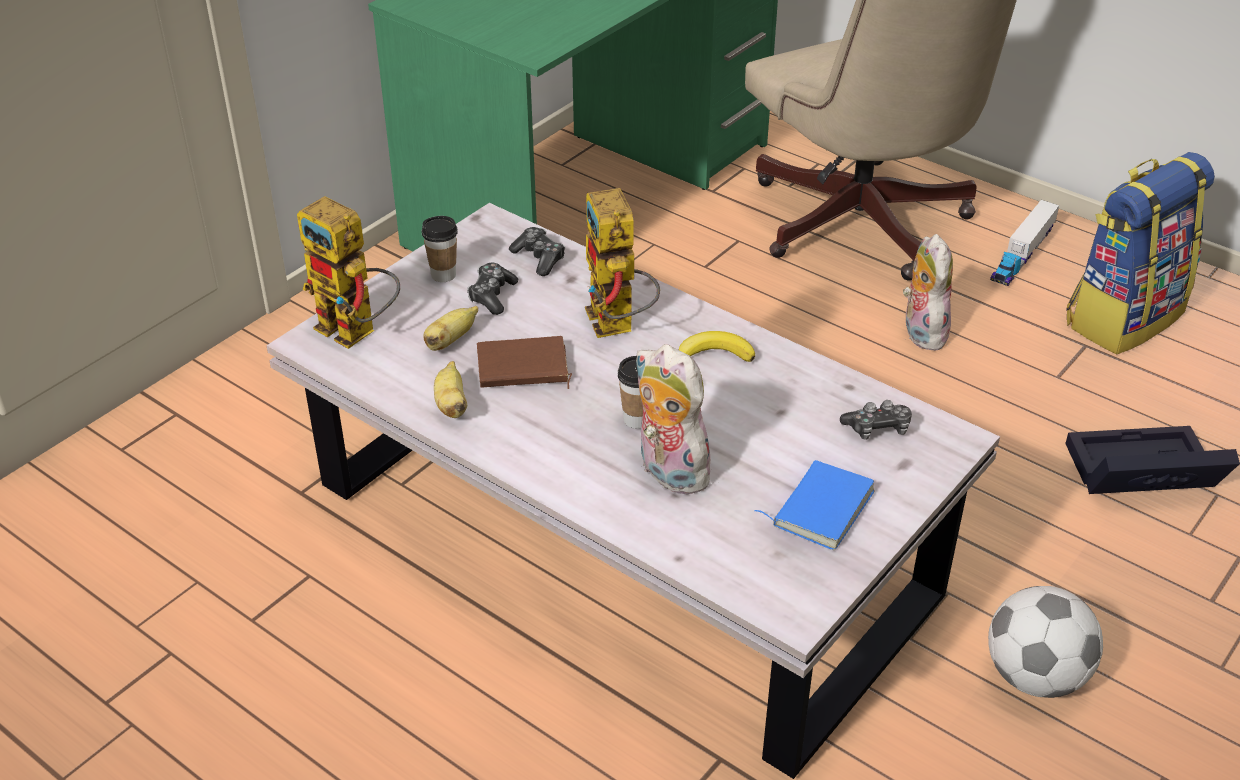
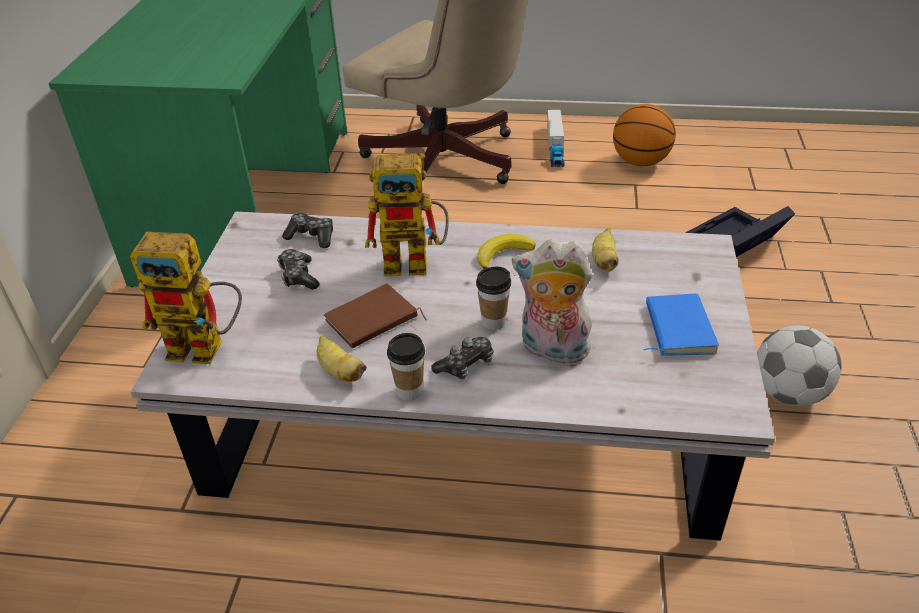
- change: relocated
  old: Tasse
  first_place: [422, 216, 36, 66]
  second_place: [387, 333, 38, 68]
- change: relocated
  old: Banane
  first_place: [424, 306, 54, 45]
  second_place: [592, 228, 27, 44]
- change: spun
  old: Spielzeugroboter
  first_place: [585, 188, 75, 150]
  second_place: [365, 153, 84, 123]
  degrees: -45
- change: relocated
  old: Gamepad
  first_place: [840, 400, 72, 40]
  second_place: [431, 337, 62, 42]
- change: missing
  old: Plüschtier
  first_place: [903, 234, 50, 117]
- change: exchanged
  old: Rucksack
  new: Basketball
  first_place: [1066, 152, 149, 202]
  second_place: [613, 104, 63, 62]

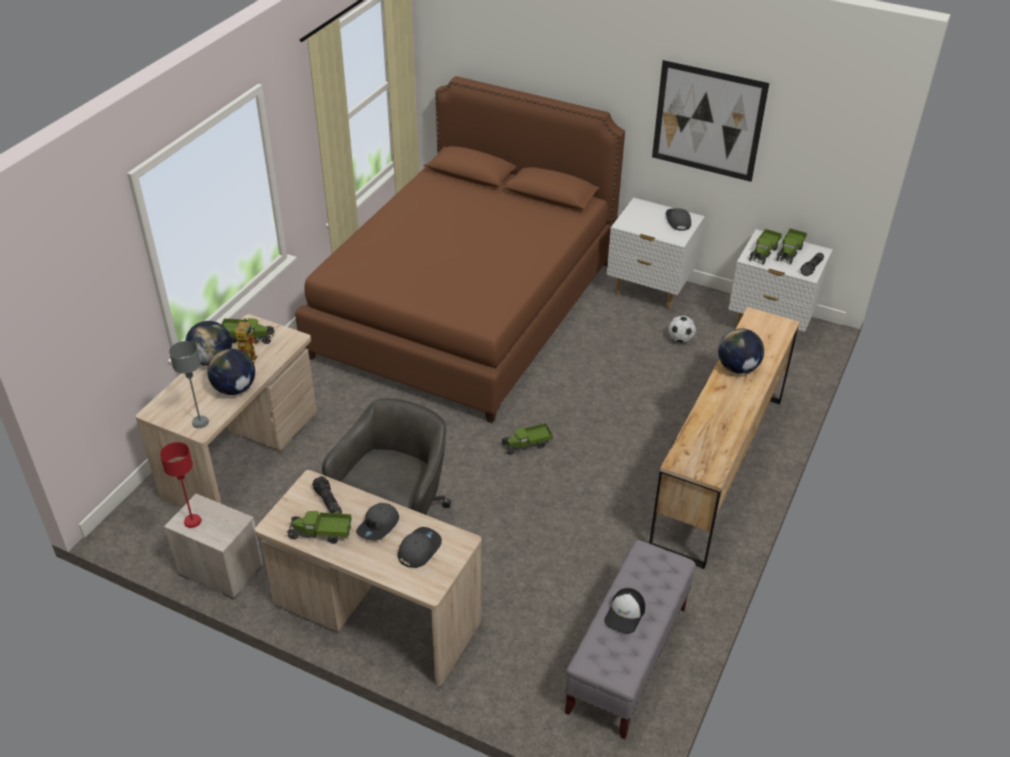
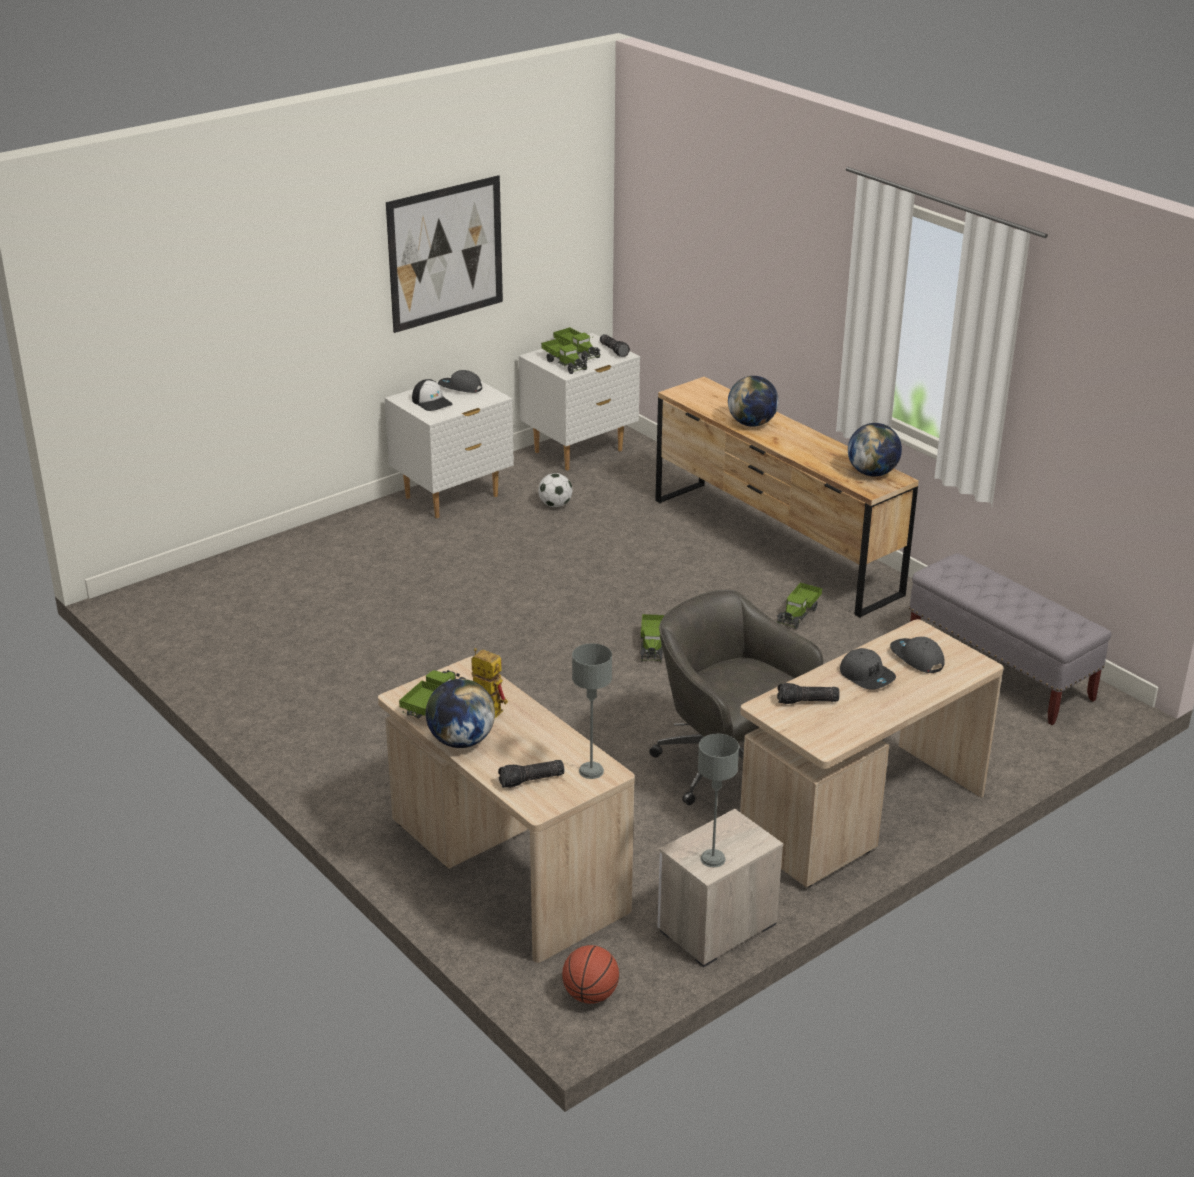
- change: colour
  old: Tischlampe/rot
  new: Tischlampe/grau
  first_place: [160, 442, 42, 86]
  second_place: [698, 734, 41, 133]
- change: relocated
  old: Globus
  first_place: [207, 349, 48, 46]
  second_place: [848, 423, 54, 53]
- change: relocated
  old: Spielzeuglaster
  first_place: [287, 511, 65, 33]
  second_place: [777, 582, 45, 47]
- change: missing
  old: Bett/braun
  first_place: [295, 76, 330, 347]
- change: relocated
  old: Kappe
  first_place: [604, 588, 41, 46]
  second_place: [412, 379, 41, 32]
- change: appeared
  new: Taschenlampe
  second_place: [498, 760, 66, 28]
- change: appeared
  new: Basketball
  second_place: [562, 945, 57, 59]

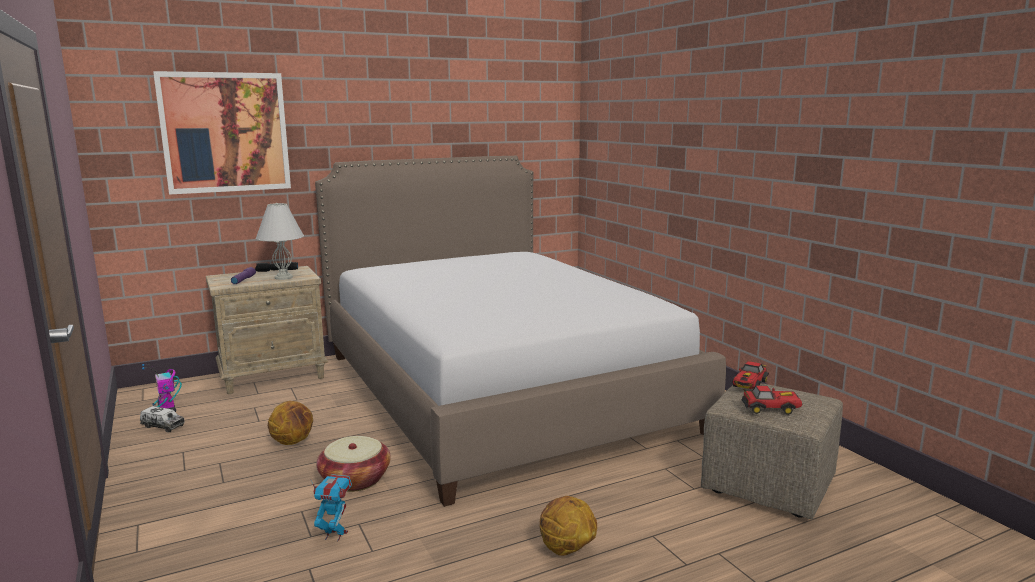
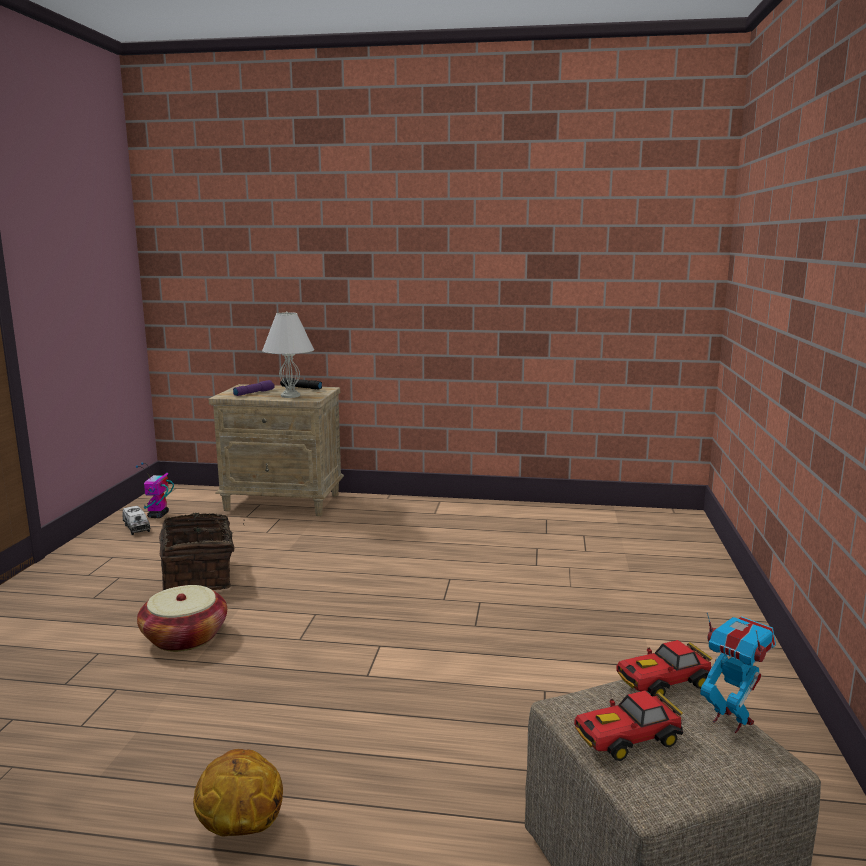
- change: missing
  old: Bild
  first_place: [153, 71, 138, 124]
- change: exchanged
  old: Basketball
  new: Korb
  first_place: [268, 401, 45, 44]
  second_place: [159, 513, 85, 77]
- change: relocated
  old: Spielzeugroboter
  first_place: [310, 474, 42, 67]
  second_place: [700, 612, 76, 121]
- change: missing
  old: Bett
  first_place: [315, 156, 411, 351]
- change: spun
  old: Spielzeugauto
  first_place: [742, 386, 61, 29]
  second_place: [574, 690, 109, 71]
  degrees: 120

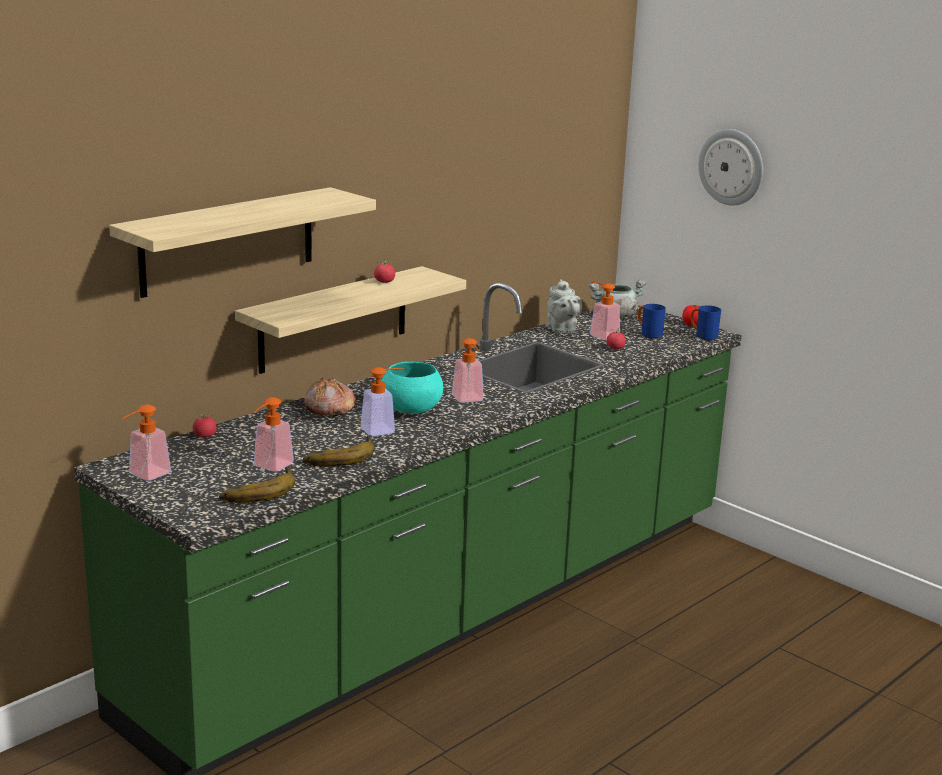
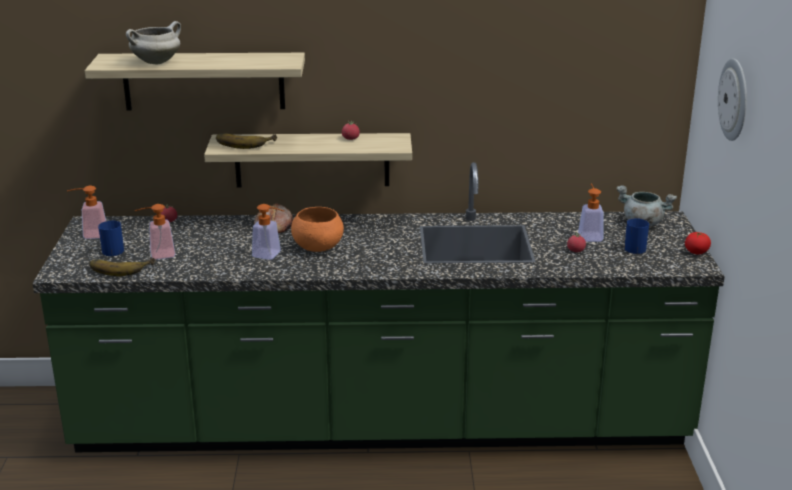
- change: relocated
  old: Banane
  first_place: [303, 435, 72, 31]
  second_place: [216, 133, 61, 16]
- change: colour
  old: Schüssel/türkis
  new: Schüssel/orange
  first_place: [381, 362, 62, 52]
  second_place: [291, 207, 53, 45]
- change: missing
  old: Seifenspender
  first_place: [452, 338, 32, 65]
- change: missing
  old: Teekanne/grau
  first_place: [547, 279, 35, 55]
- change: relocated
  old: Henkelbecher/blau
  first_place: [690, 306, 31, 34]
  second_place: [98, 221, 26, 35]
- change: appeared
  new: Kochtopf/weiß
  second_place: [126, 21, 55, 43]

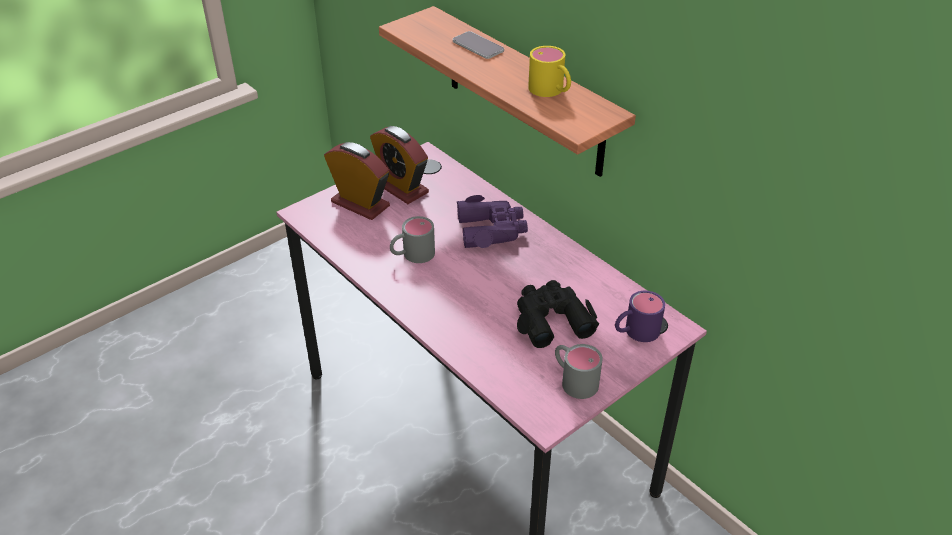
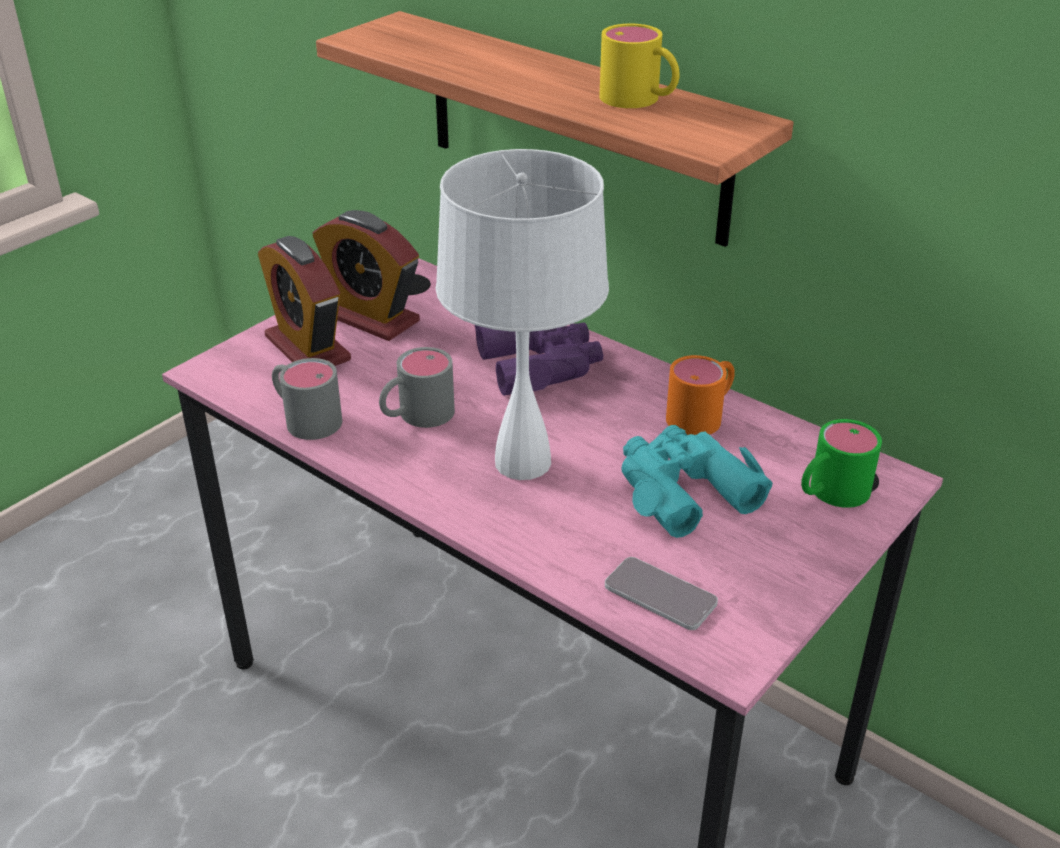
- change: spun
  old: Wecker
  first_place: [324, 142, 66, 78]
  second_place: [258, 236, 93, 130]
  degrees: -150
- change: relocated
  old: Handy
  first_place: [453, 31, 51, 28]
  second_place: [605, 557, 113, 73]
- change: colour
  old: Fernglas/schwarz
  new: Fernglas/türkis
  first_place: [517, 280, 82, 68]
  second_place: [621, 425, 152, 113]
- change: relocated
  old: Henkelbecher/grau
  first_place: [555, 344, 48, 55]
  second_place: [272, 358, 70, 82]
- change: colour
  old: Henkelbecher/lila
  new: Henkelbecher/grün
  first_place: [615, 291, 50, 51]
  second_place: [801, 419, 81, 89]
- change: appeared
  new: Tischlampe/weiß
  second_place: [436, 149, 173, 331]
- change: appeared
  new: Henkelbecher/orange
  second_place: [666, 355, 69, 80]

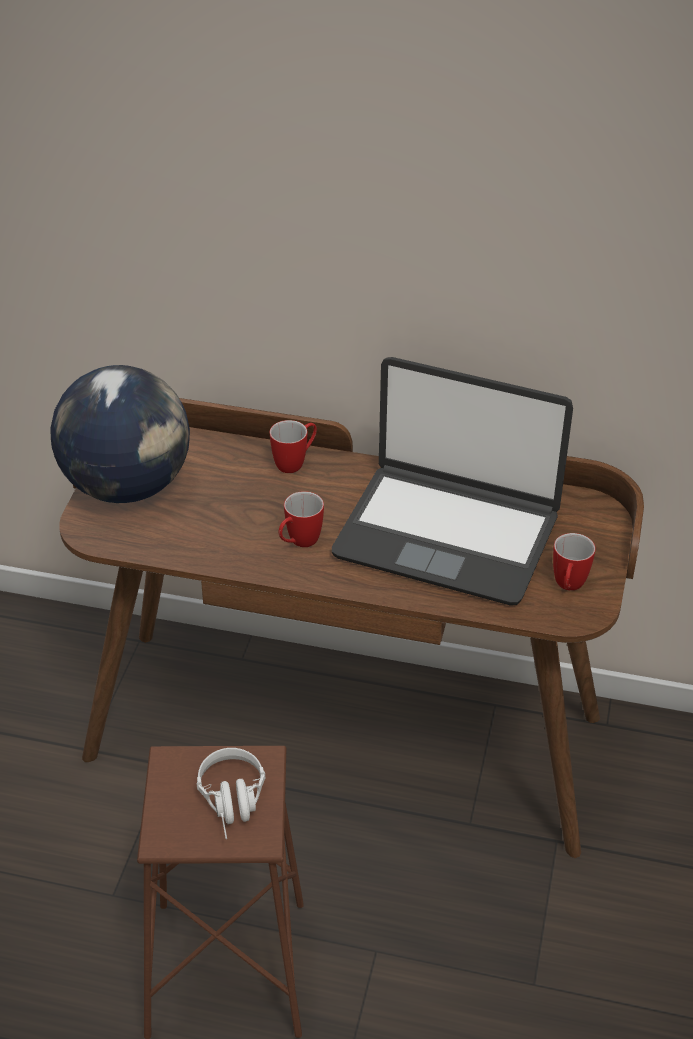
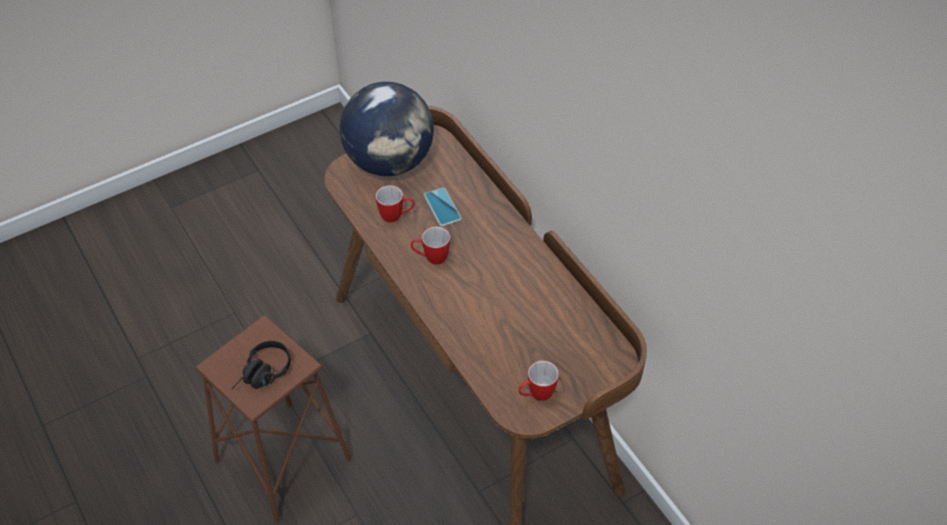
- change: colour
  old: Kopfhörer/weiß
  new: Kopfhörer/schwarz
  first_place: [196, 748, 69, 91]
  second_place: [232, 341, 59, 48]
- change: relocated
  old: Henkelbecher
  first_place: [270, 420, 47, 53]
  second_place: [376, 185, 39, 38]
- change: missing
  old: Laptop
  first_place: [332, 357, 241, 248]
- change: appeared
  new: Handy
  second_place: [424, 188, 38, 38]

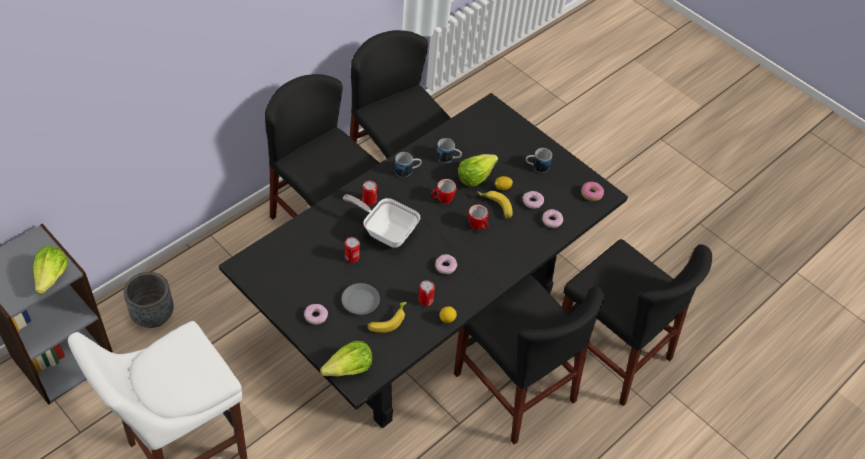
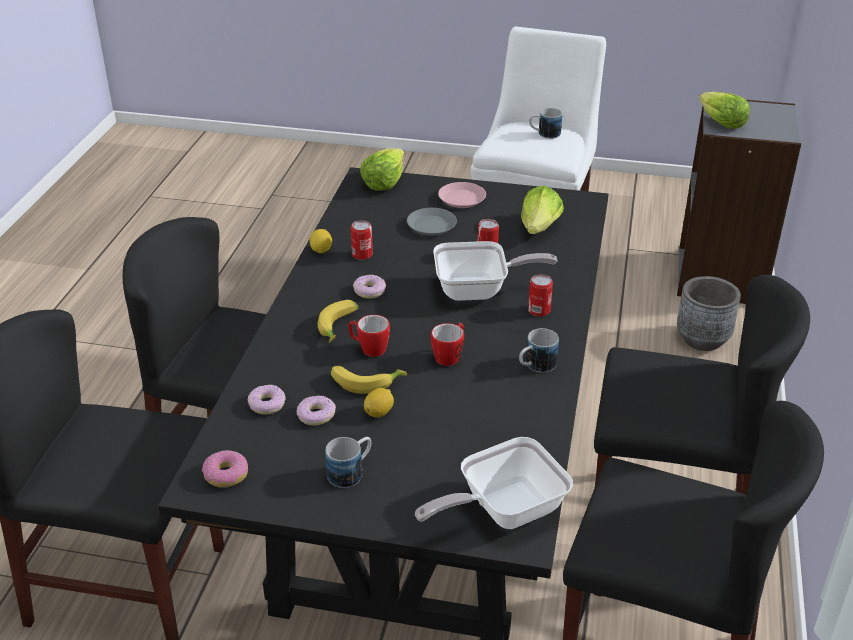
- change: exchanged
  old: Donut
  new: Teller/rosa
  first_place: [304, 304, 24, 21]
  second_place: [438, 182, 48, 26]
- change: relocated
  old: Banane
  first_place: [367, 302, 40, 31]
  second_place: [318, 300, 41, 43]
- change: relocated
  old: Henkelbecher
  first_place: [436, 138, 26, 25]
  second_place: [529, 108, 33, 31]
- change: relocated
  old: Salatkopf
  first_place: [458, 154, 40, 33]
  second_place: [521, 185, 43, 49]
- change: appeared
  new: Pfanne
  second_place: [415, 437, 158, 92]

